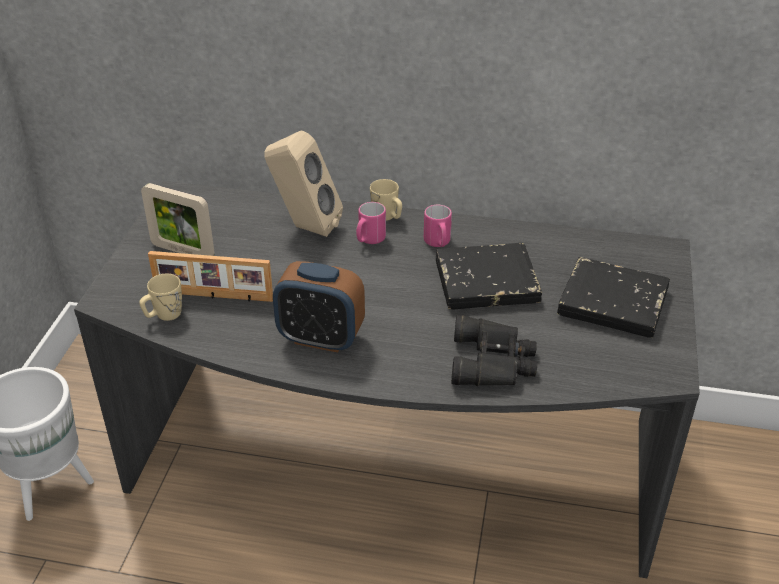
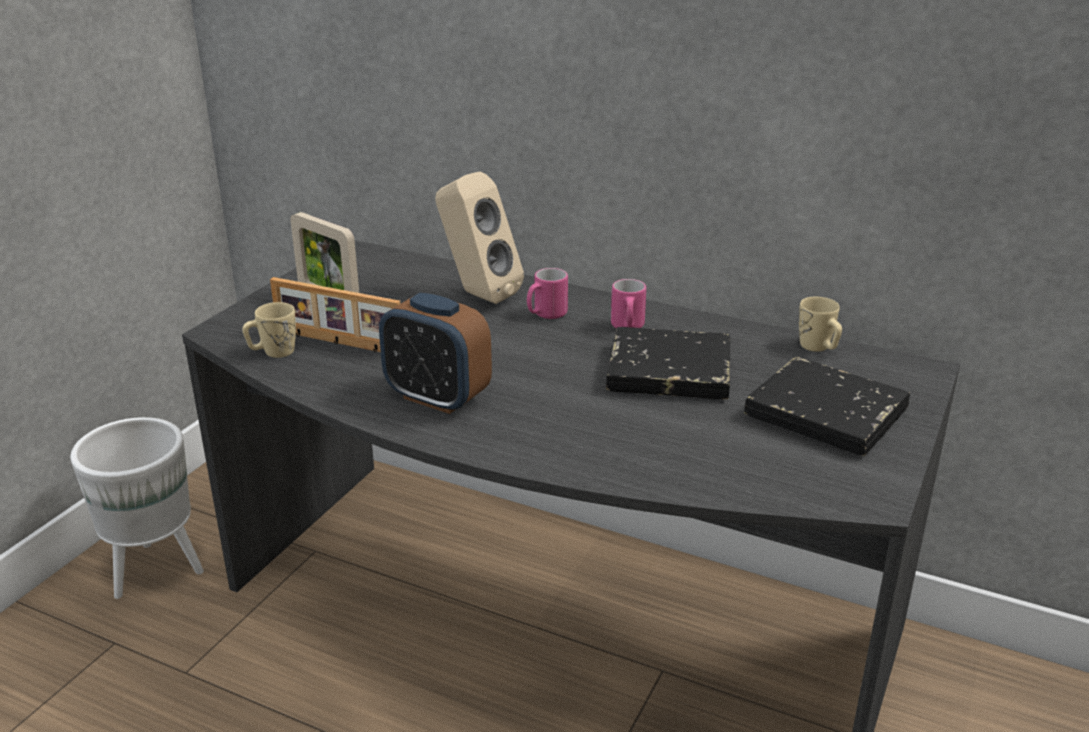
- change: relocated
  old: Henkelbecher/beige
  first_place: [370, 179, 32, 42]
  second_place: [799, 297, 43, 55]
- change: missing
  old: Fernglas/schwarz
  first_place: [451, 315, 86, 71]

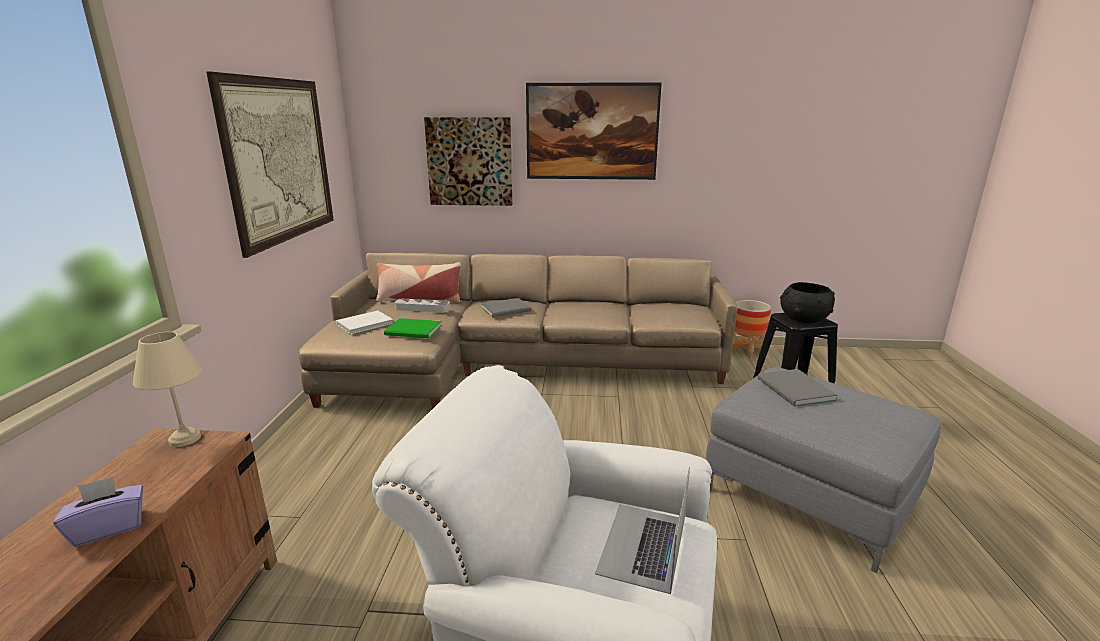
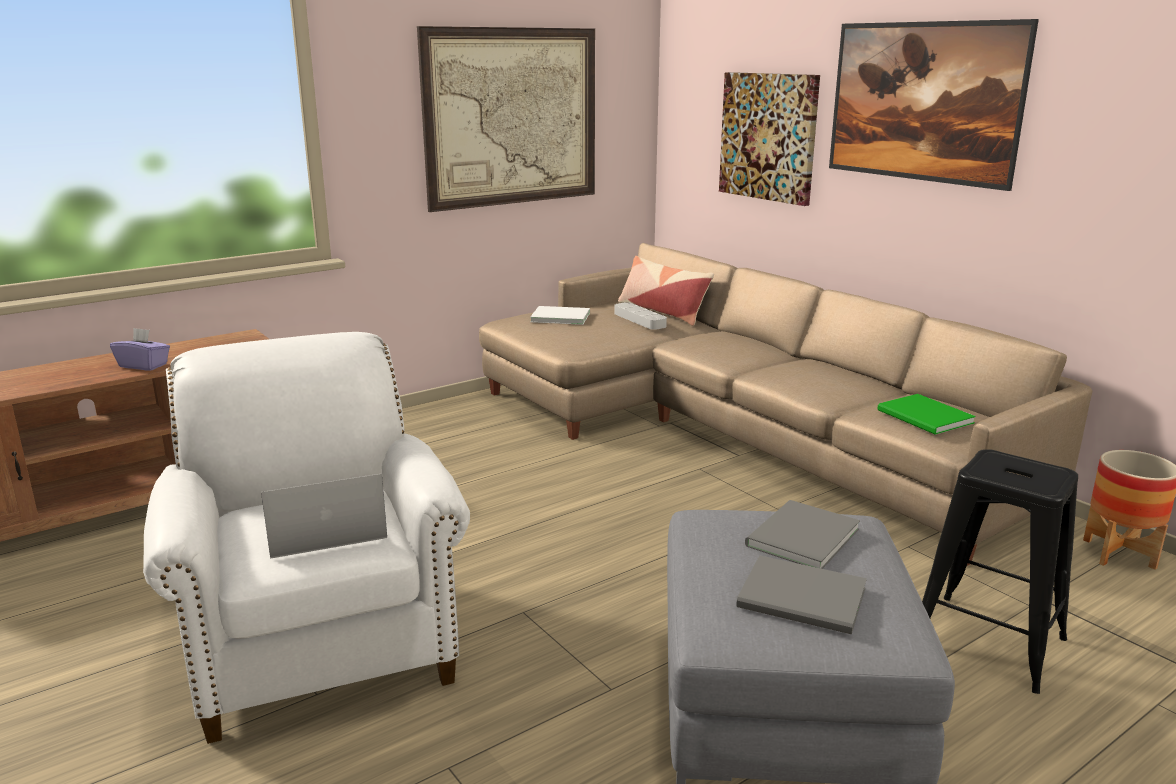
- change: missing
  old: Tischlampe/beige
  first_place: [133, 332, 69, 115]
- change: relocated
  old: Buch/grün
  first_place: [384, 318, 58, 20]
  second_place: [877, 394, 99, 41]
- change: relocated
  old: Buch/grau
  first_place: [481, 298, 50, 19]
  second_place: [736, 555, 131, 79]
- change: missing
  old: Schüssel/schwarz
  first_place: [780, 282, 55, 41]

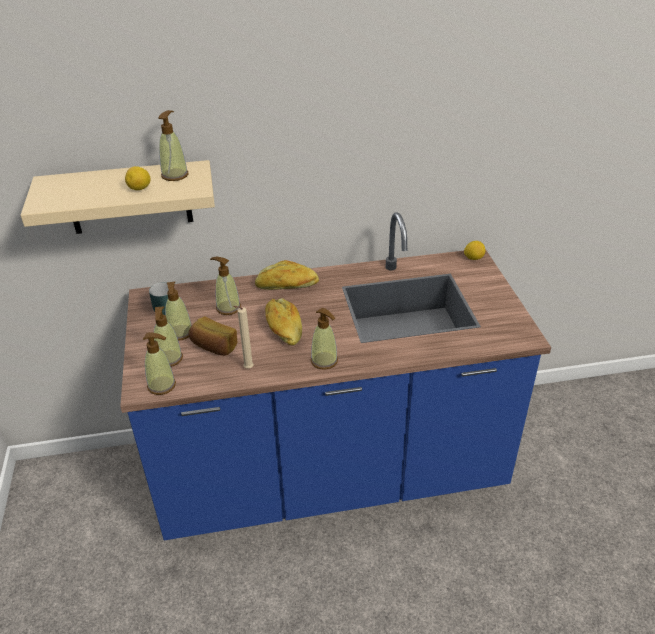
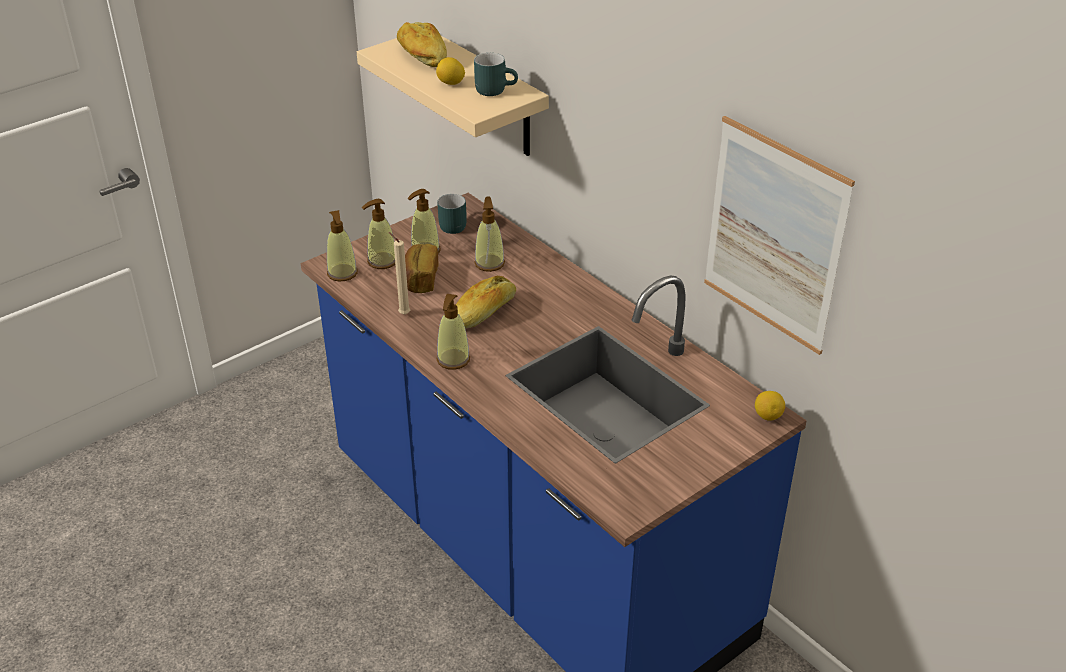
- change: exchanged
  old: Seifenspender
  new: Henkelbecher/türkis
  first_place: [158, 110, 31, 71]
  second_place: [474, 53, 44, 43]
- change: relocated
  old: Brot
  first_place: [255, 260, 64, 30]
  second_place: [397, 22, 50, 45]
- change: appeared
  new: Bild
  second_place: [704, 116, 151, 239]

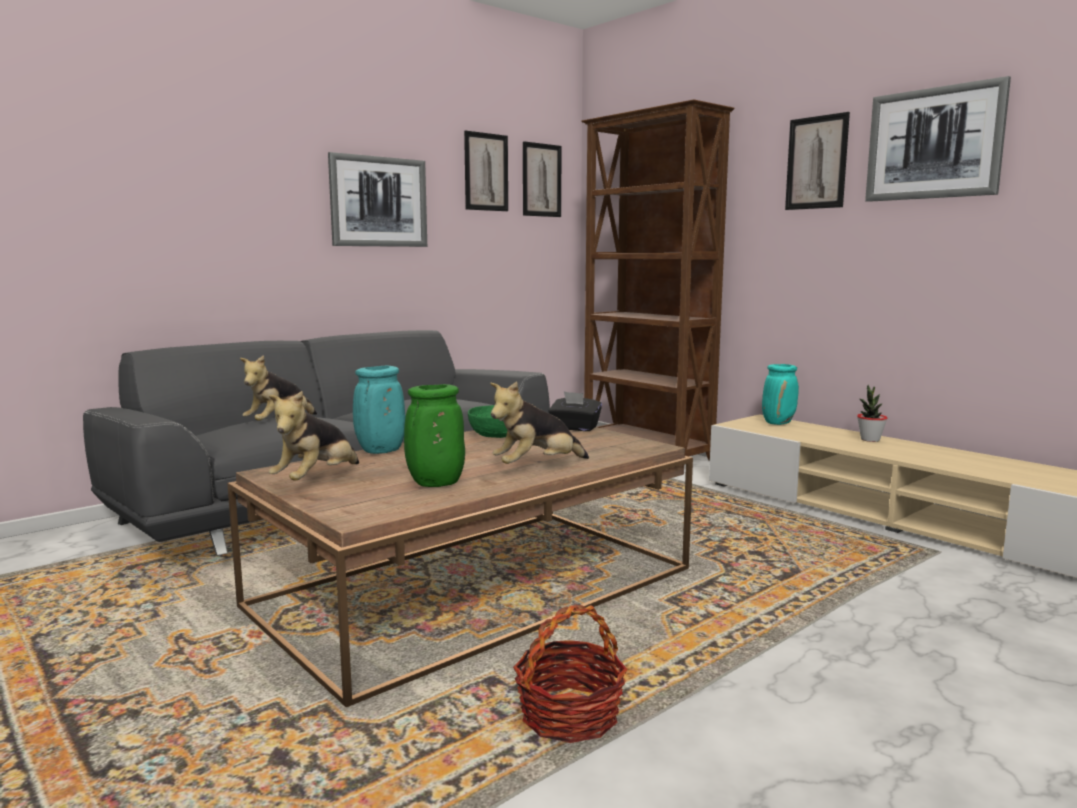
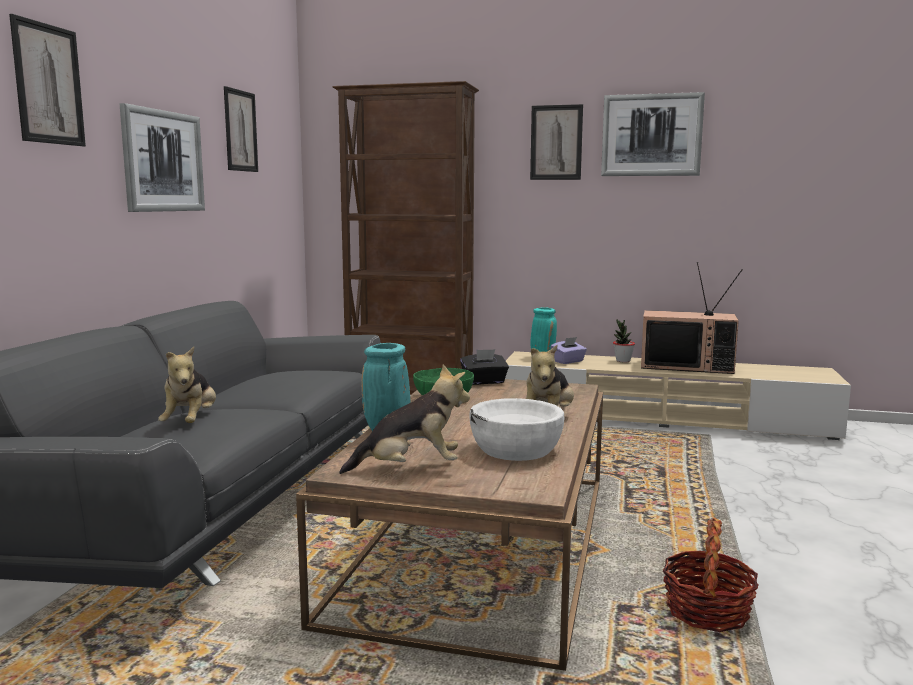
- change: spun
  old: Plüschtier
  first_place: [269, 391, 90, 90]
  second_place: [339, 365, 131, 109]
  degrees: -90
- change: exchanged
  old: Vase/grün
  new: Schüssel/weiß
  first_place: [404, 384, 61, 103]
  second_place: [469, 398, 95, 63]
- change: relocated
  old: Bild
  first_place: [523, 141, 39, 76]
  second_place: [9, 14, 77, 132]
- change: appeared
  new: Taschentuchbox/lila
  second_place: [551, 337, 36, 27]
- change: appeared
  new: Fernseher
  second_place: [641, 262, 102, 112]

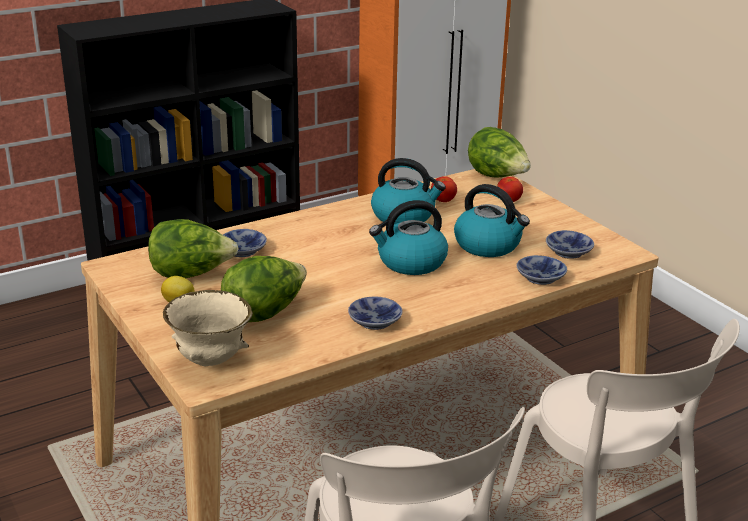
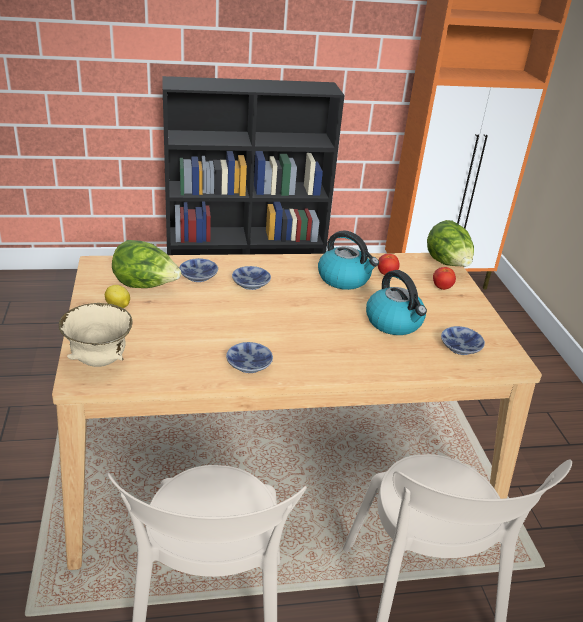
- change: missing
  old: Salatkopf
  first_place: [221, 256, 86, 66]
- change: missing
  old: Wasserkessel
  first_place: [369, 200, 79, 75]
- change: relocated
  old: Schüssel
  first_place: [517, 255, 50, 30]
  second_place: [232, 266, 39, 24]

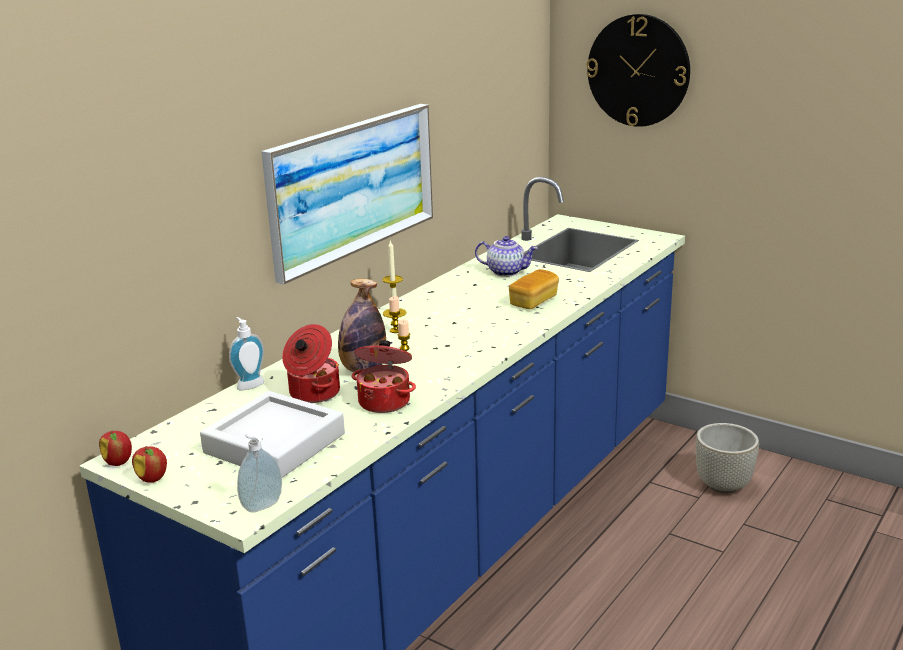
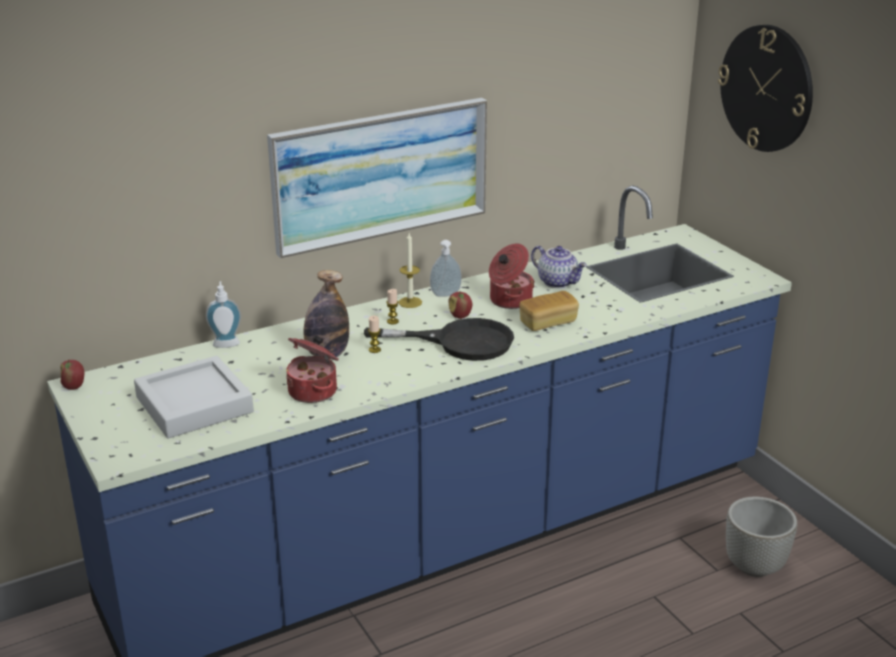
- change: relocated
  old: Apfel
  first_place: [132, 446, 35, 37]
  second_place: [449, 291, 23, 28]
- change: relocated
  old: Seifenspender
  first_place: [237, 428, 45, 85]
  second_place: [430, 240, 32, 57]
- change: relocated
  old: Kochtopf
  first_place: [282, 324, 58, 79]
  second_place: [489, 244, 46, 65]
- change: appeared
  new: Pfanne/schwarz
  second_place: [364, 318, 150, 43]

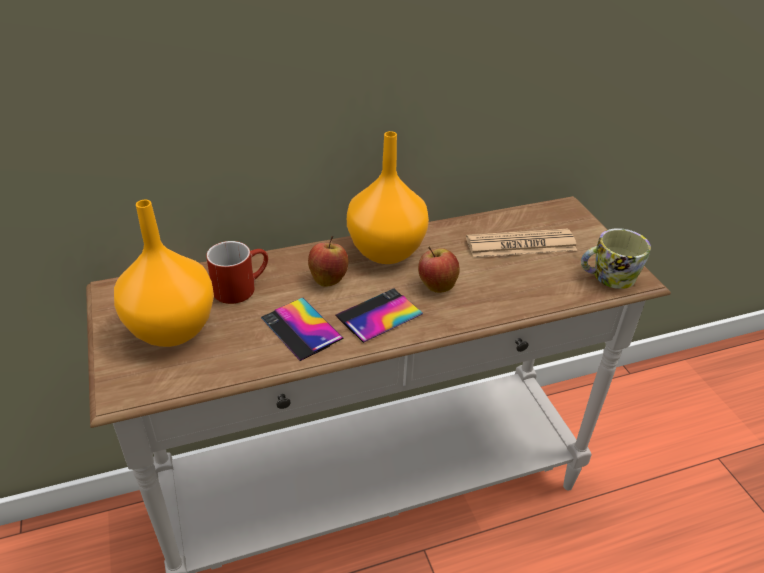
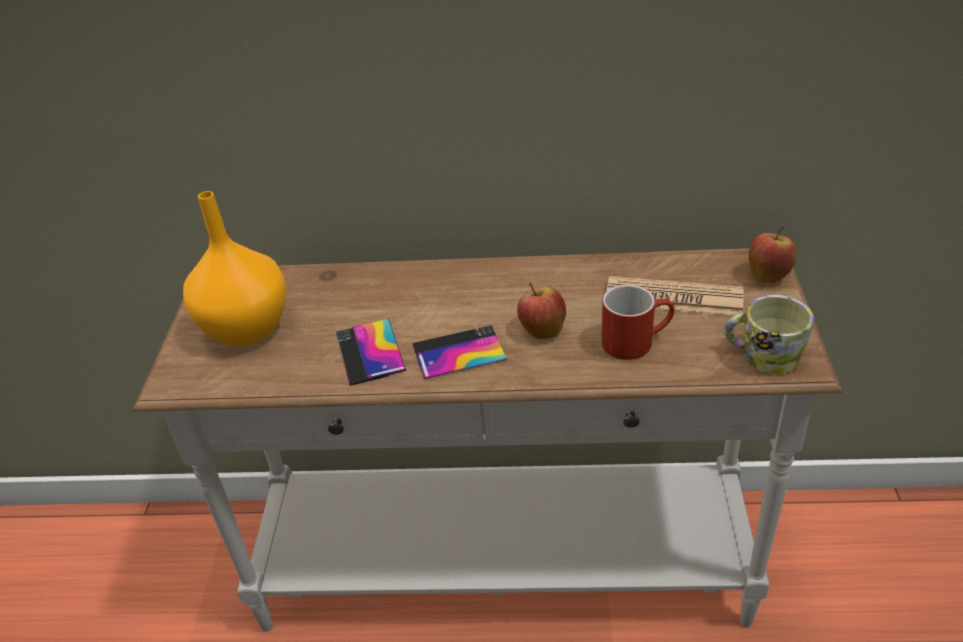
- change: relocated
  old: Henkelbecher/rot
  first_place: [206, 241, 62, 63]
  second_place: [602, 284, 73, 76]
- change: relocated
  old: Apfel
  first_place: [308, 236, 40, 51]
  second_place: [748, 227, 49, 56]
- change: missing
  old: Vase/orange
  first_place: [347, 131, 82, 133]

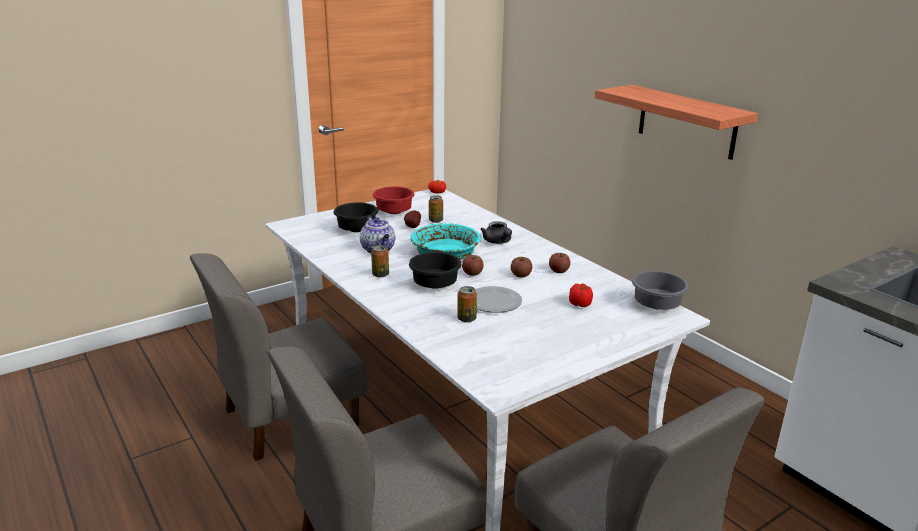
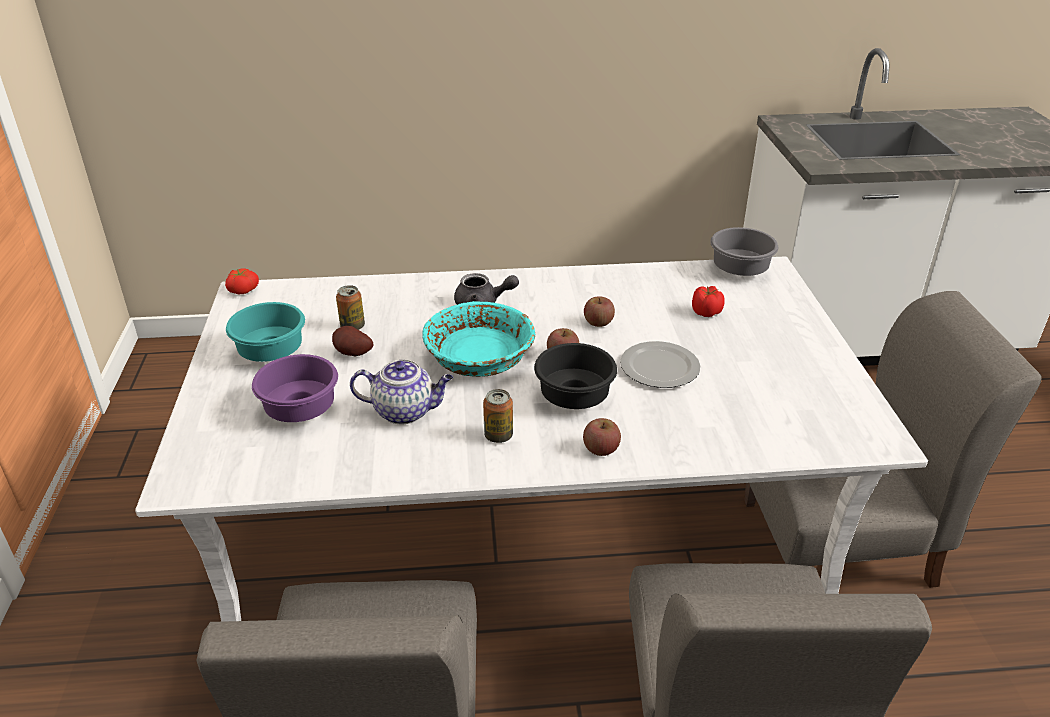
- change: colour
  old: Schüssel/schwarz
  new: Schüssel/lila
  first_place: [334, 202, 44, 30]
  second_place: [252, 354, 86, 68]
- change: colour
  old: Schüssel/rot
  new: Schüssel/türkis
  first_place: [373, 187, 42, 27]
  second_place: [226, 302, 79, 60]
- change: missing
  old: Dose
  first_place: [457, 286, 20, 37]
- change: relocated
  old: Apfel
  first_place: [549, 253, 21, 20]
  second_place: [583, 418, 38, 38]
- change: missing
  old: Wandregal
  first_place: [595, 85, 163, 75]

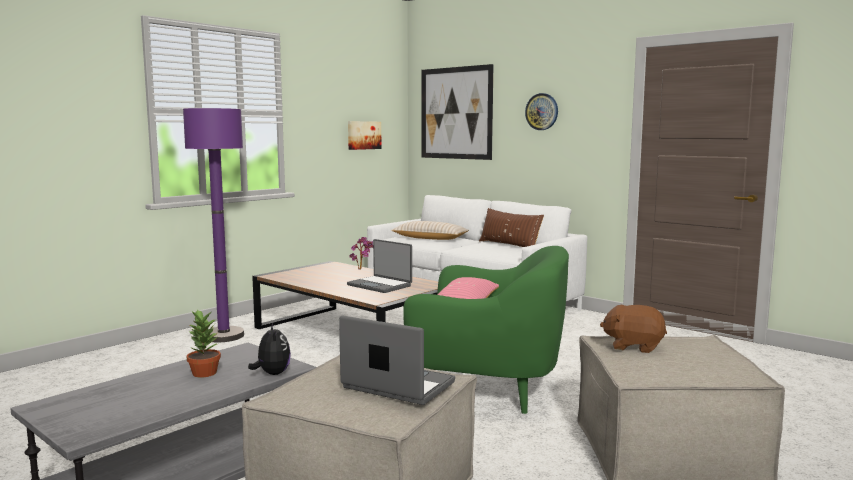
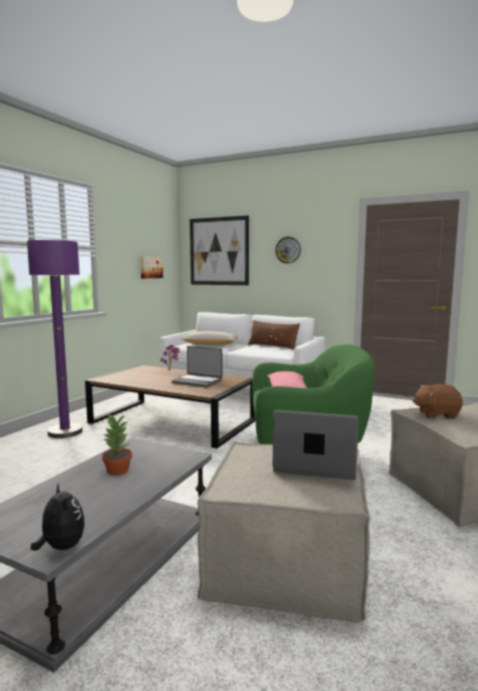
- change: relocated
  old: Plüschtier
  first_place: [248, 323, 43, 52]
  second_place: [31, 482, 54, 68]

